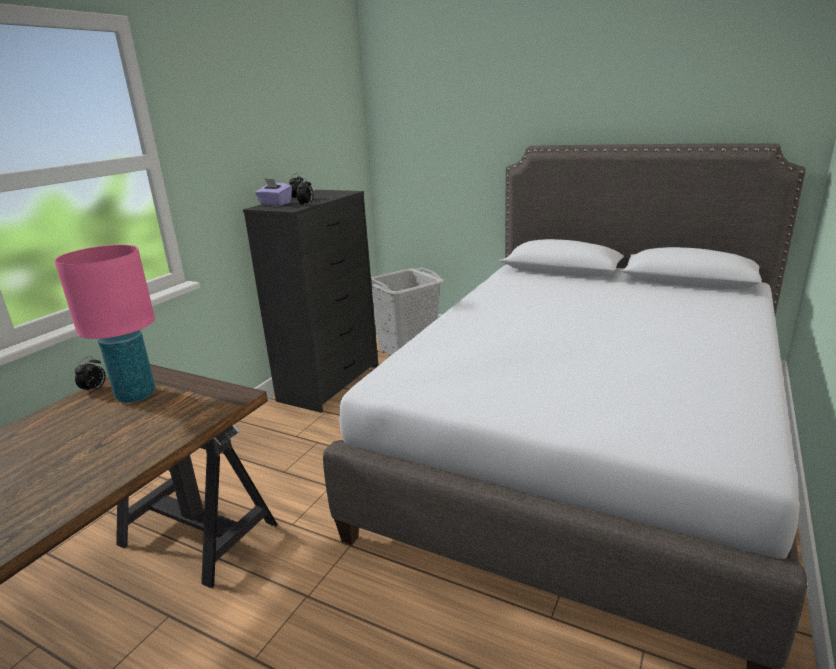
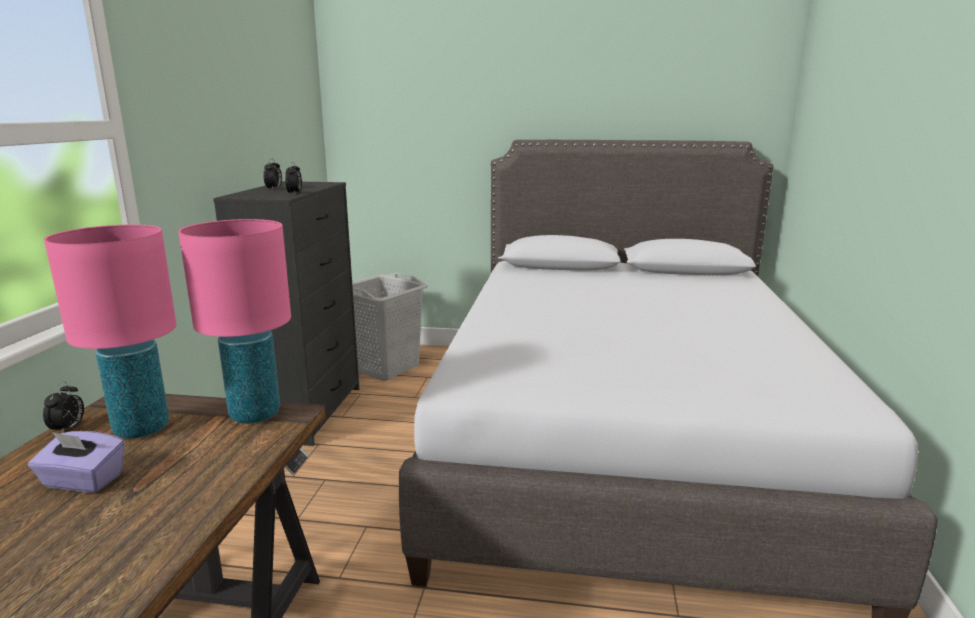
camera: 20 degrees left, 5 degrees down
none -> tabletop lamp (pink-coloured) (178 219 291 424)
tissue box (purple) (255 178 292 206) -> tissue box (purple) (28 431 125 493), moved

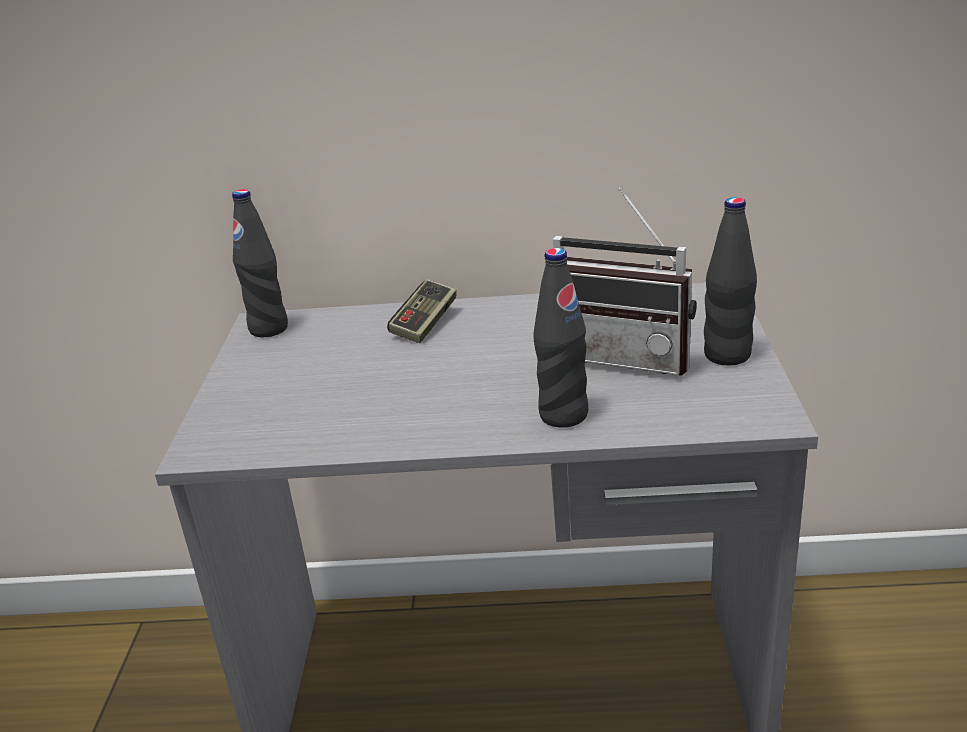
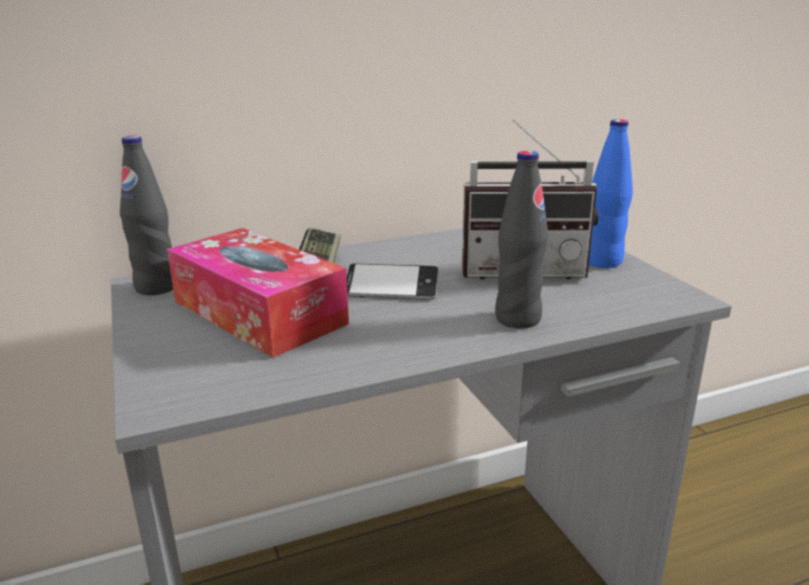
camera: 25 degrees left, 5 degrees down
none -> tissue box (167 228 349 358)
none -> telephone (347 263 439 300)
drink bottle (black) (704 197 757 365) -> drink bottle (blue-coloured) (589 119 633 268)

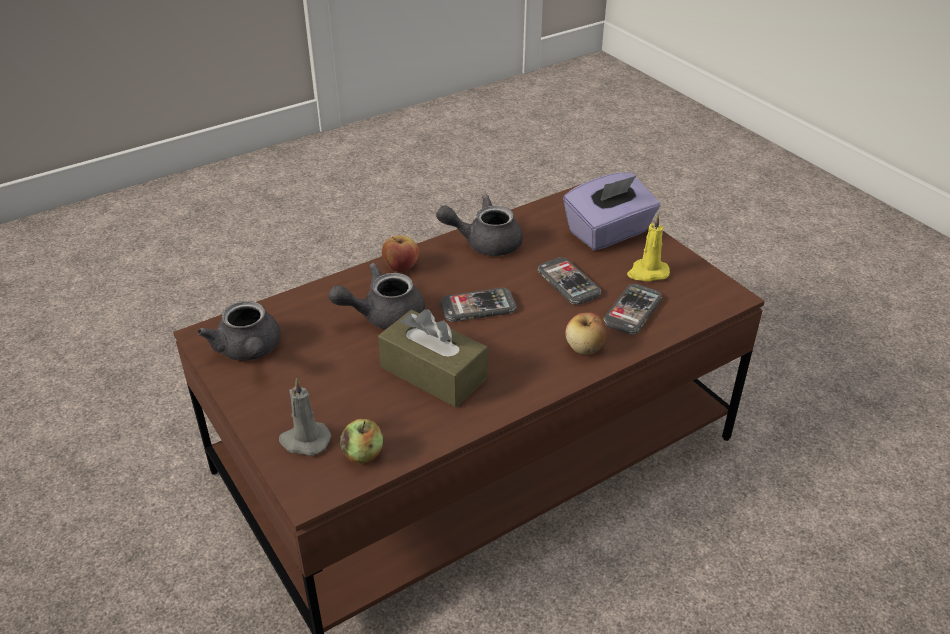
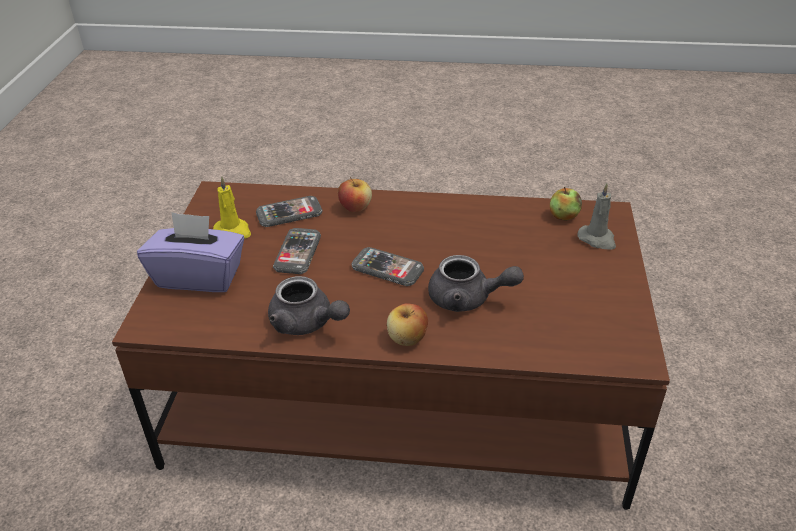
camera: 140 degrees left, 0 degrees up
teapot (grey) (197 301 281 361) -> none
tissue box (brownish) (378 309 488 407) -> none

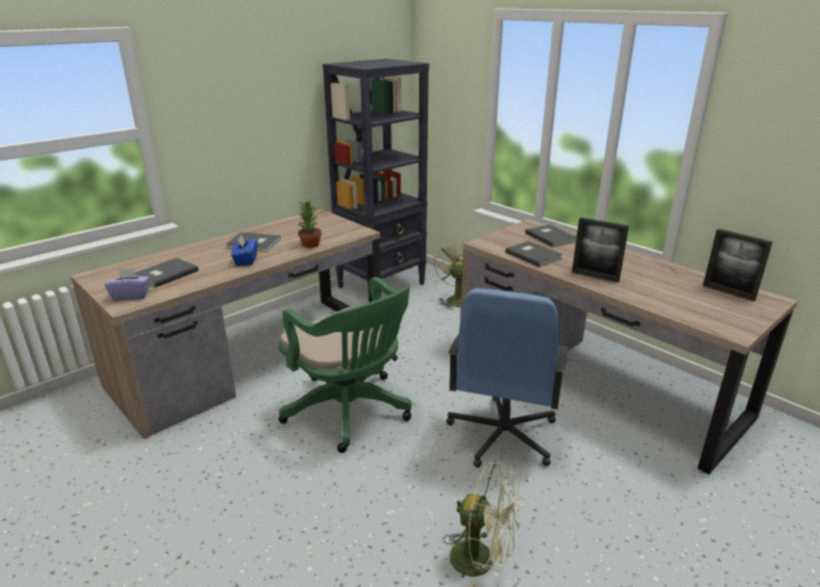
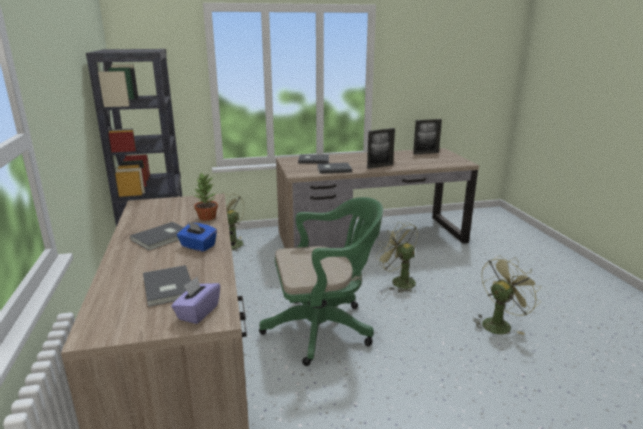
camera: 60 degrees left, 5 degrees down
desk chair (blue-coloured) (446 288 568 468) -> fan (green) (376 222 418 293)

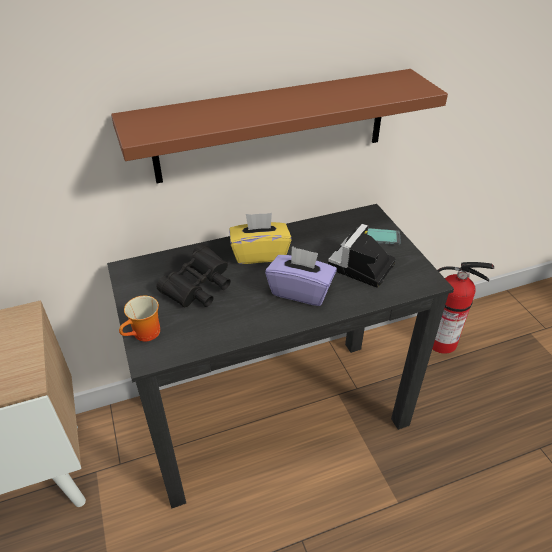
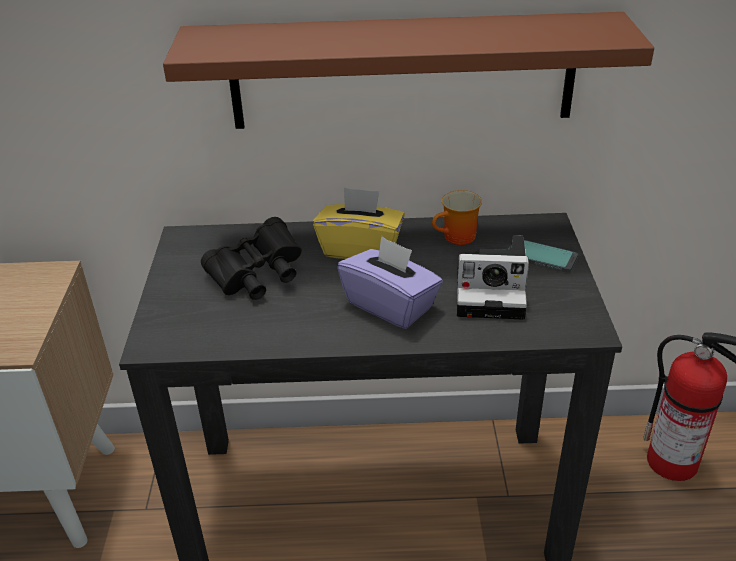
camera: 20 degrees right, 5 degrees down
tea mug (119 296 160 342) -> tea mug (432 190 482 245), moved
photo camera (328 224 395 288) -> photo camera (457 235 529 320), 135 degrees counterclockwise

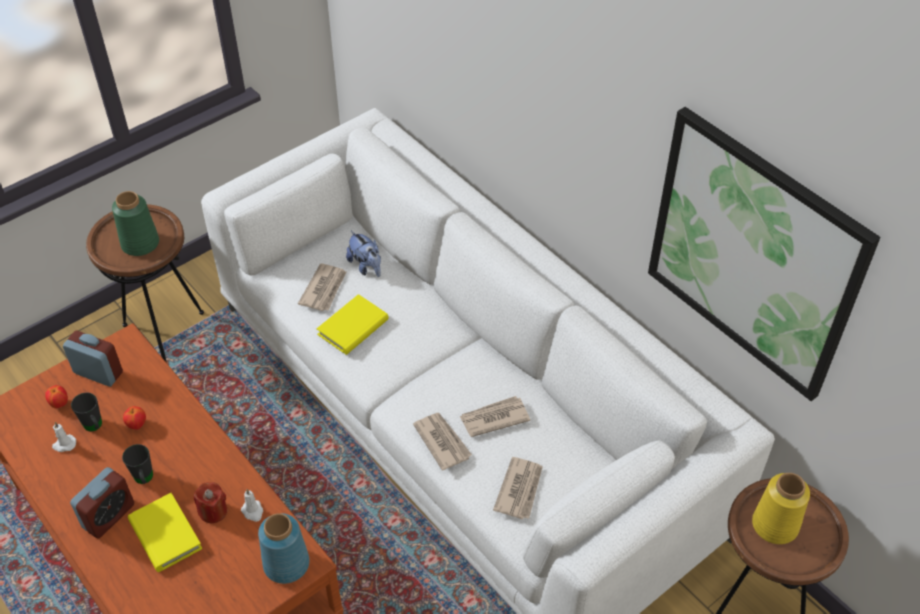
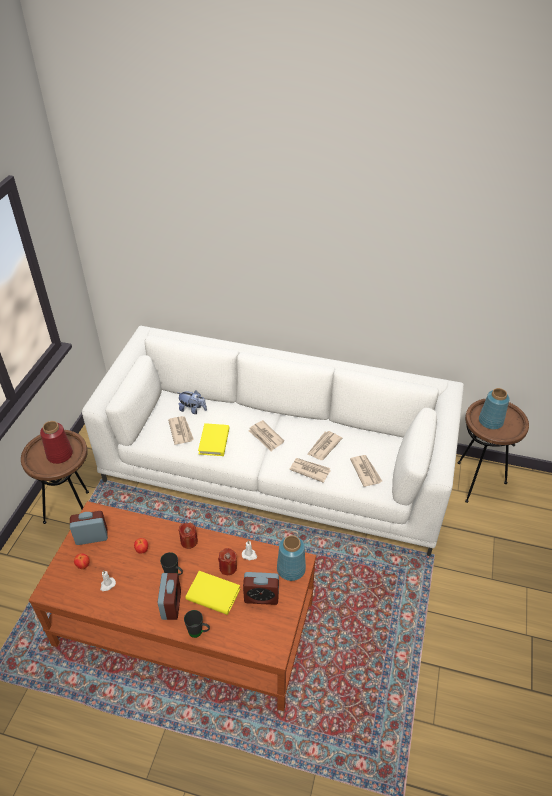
camera: 35 degrees left, 5 degrees down
picture (648 107 881 401) -> none
none -> wax candle (reddish) (179 522 198 549)
none -> bedside clock (243 572 279 605)
none -> daily paper (248 420 284 451)
tea mug (black) (71 392 102 431) -> tea mug (black) (184 610 210 638), moved
decorative vase (green) (112 191 159 256) -> decorative vase (reddish) (40 421 73 464)
decorative vase (yellow-coloured) (752 473 810 544) -> decorative vase (blue-coloured) (479 388 510 430)

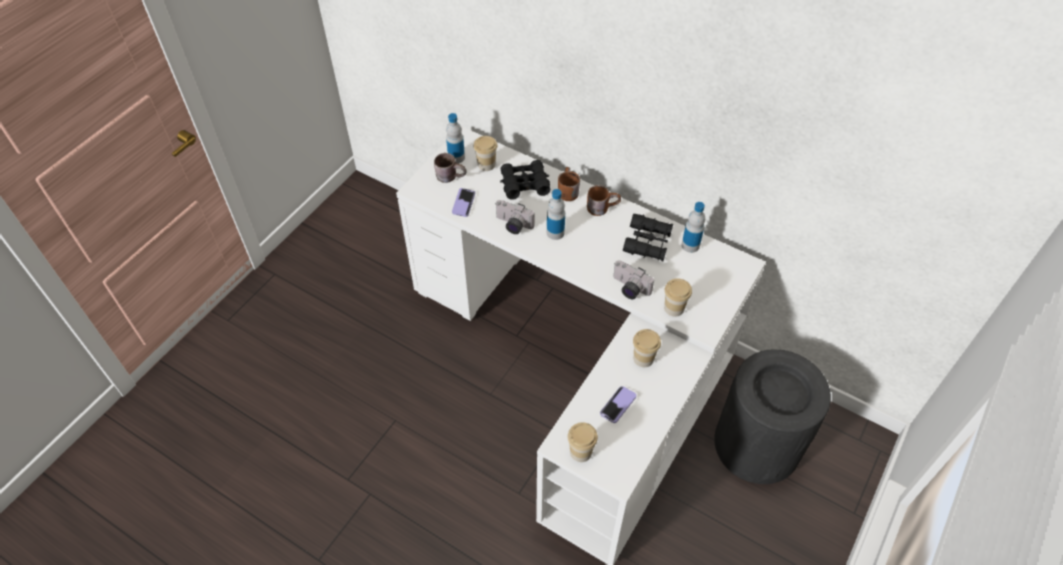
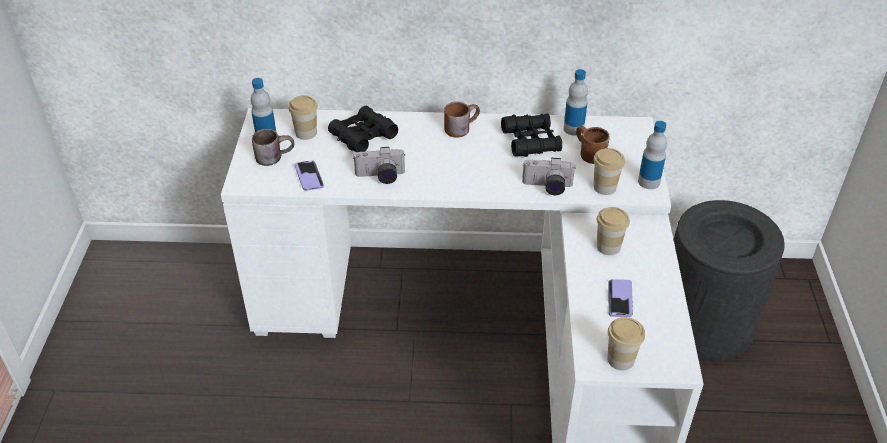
camera: 30 degrees left, 10 degrees down
drink bottle (547 189 565 240) -> drink bottle (638 121 667 189), moved
tea mug (brownish) (558 167 580 201) -> tea mug (brownish) (576 126 610 164), moved

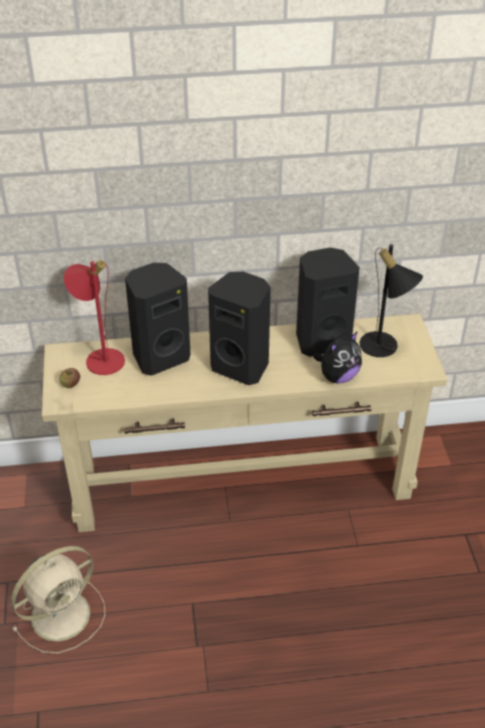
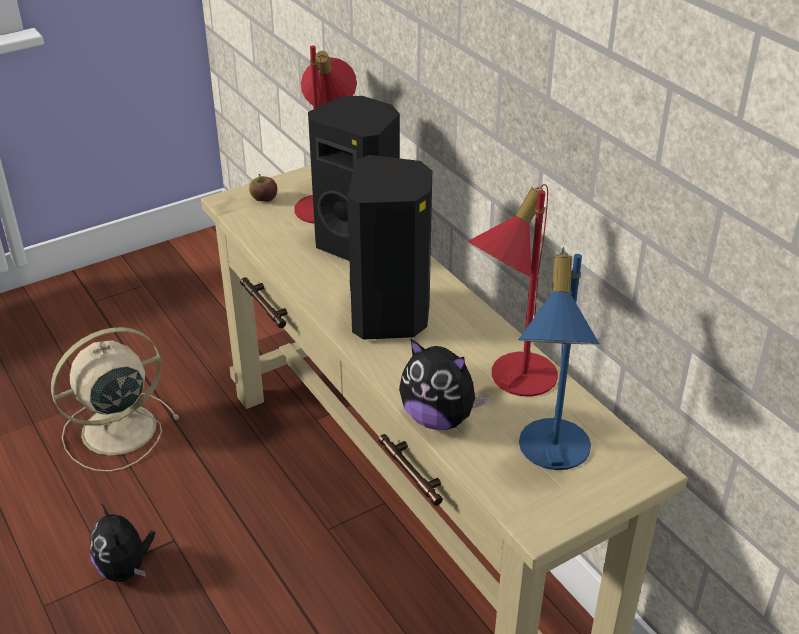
camera: 65 degrees right, 5 degrees down
none -> cuddly toy (89 503 155 582)
speaker (black) (296 248 360 357) -> tabletop lamp (reddish) (469 184 558 397)
tabletop lamp (black) (359 244 423 357) -> tabletop lamp (blue-coloured) (518 247 599 470)
fan (beige-coloured) (11 546 106 653) -> fan (beige-coloured) (51 327 180 472), 120 degrees clockwise

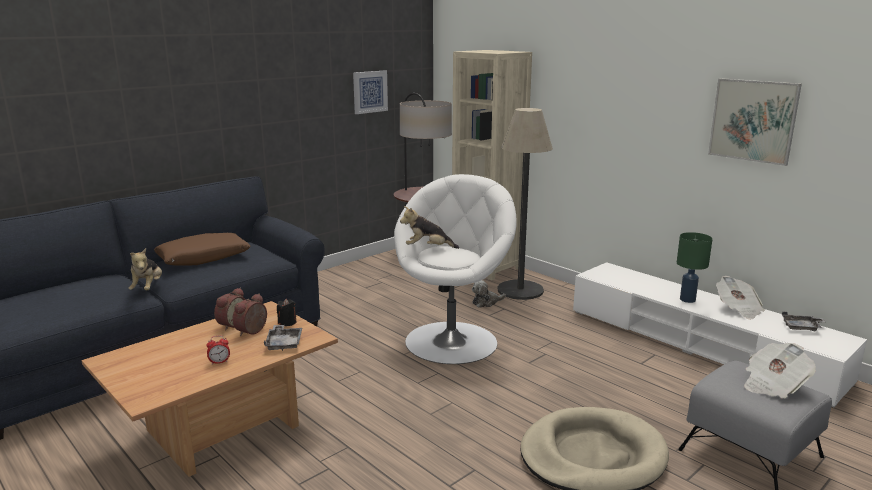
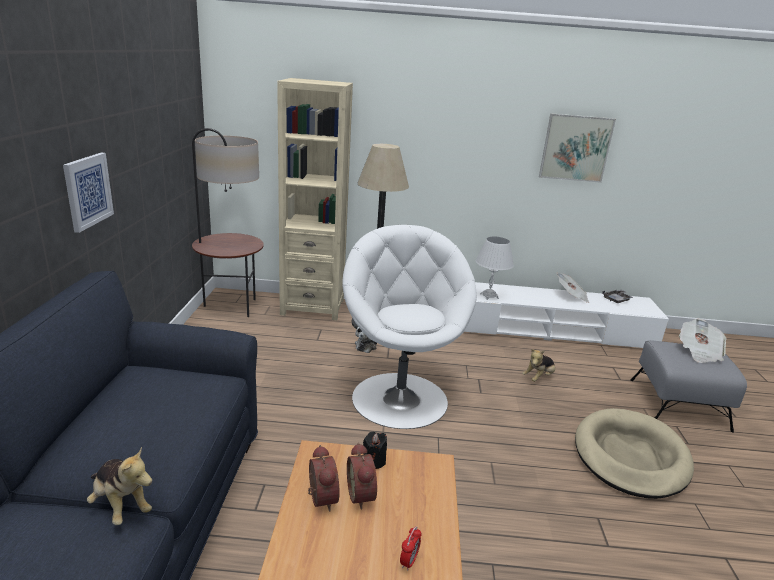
camera: 45 degrees left, 5 degrees up
throw pillow (brownish) (154 233 251 266) -> none
tray (grey) (264 325 302 351) -> none
tabletop lamp (green) (677 232 713 303) -> none
none -> tabletop lamp (white-coloured) (476 237 514 300)
picture (353 70 388 114) -> picture (63 153 114 233), moved
cuddly toy (400 206 459 249) -> cuddly toy (522 349 555 382), moved

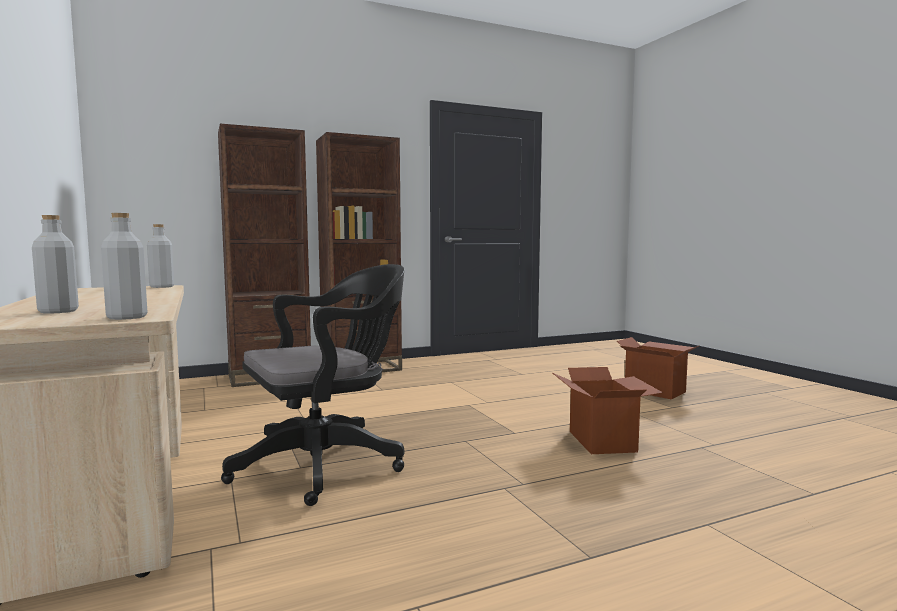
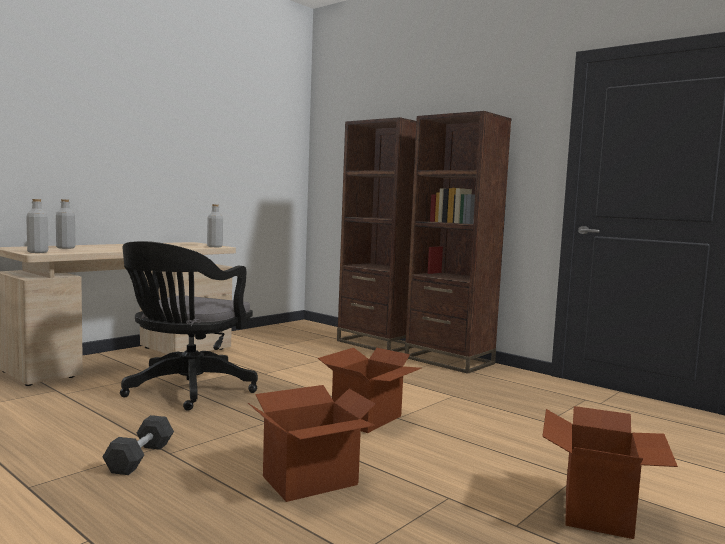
camera: 65 degrees right, 0 degrees up
none -> free weight (grey) (103 415 174 475)
none -> packing box (318 348 421 433)
desk chair (black) (221 264 405 506) -> desk chair (black) (120 241 258 411), 75 degrees clockwise

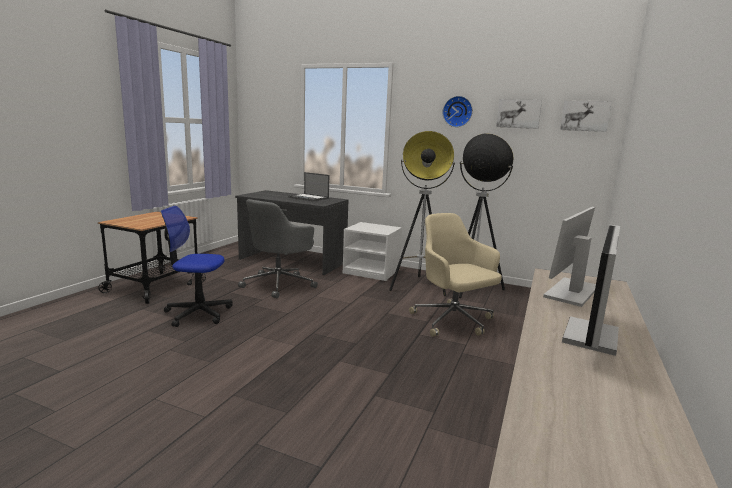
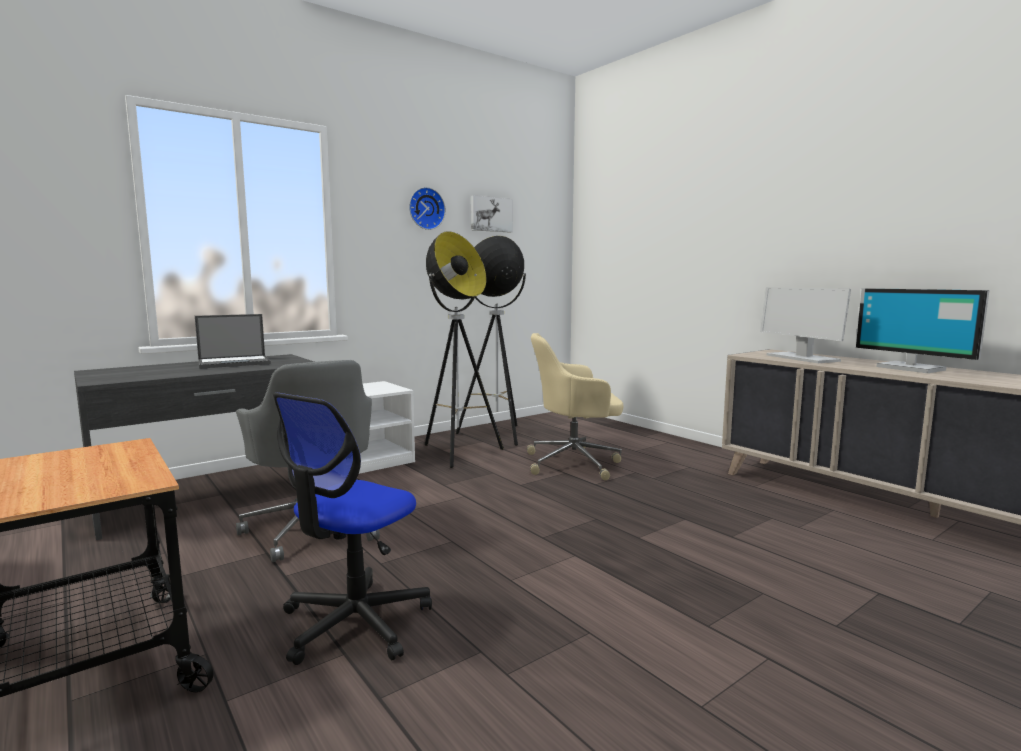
camera: 60 degrees left, 5 degrees down
picture (560 100 612 132) -> none

